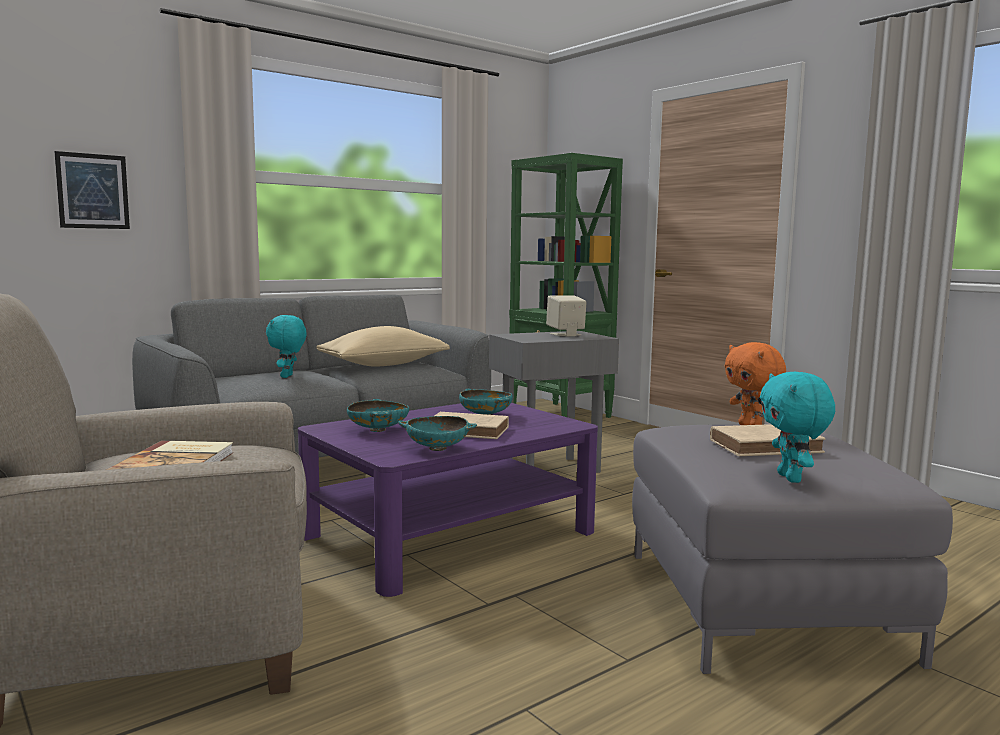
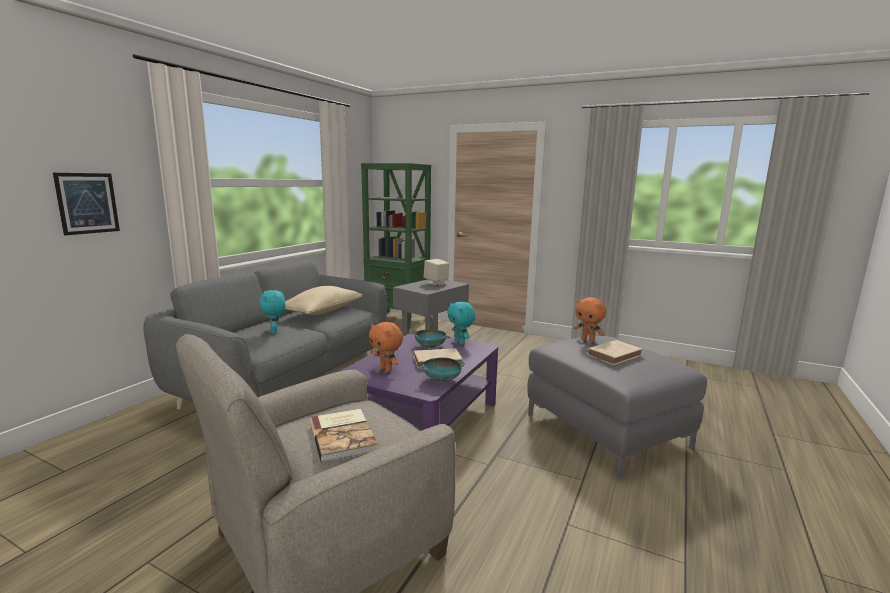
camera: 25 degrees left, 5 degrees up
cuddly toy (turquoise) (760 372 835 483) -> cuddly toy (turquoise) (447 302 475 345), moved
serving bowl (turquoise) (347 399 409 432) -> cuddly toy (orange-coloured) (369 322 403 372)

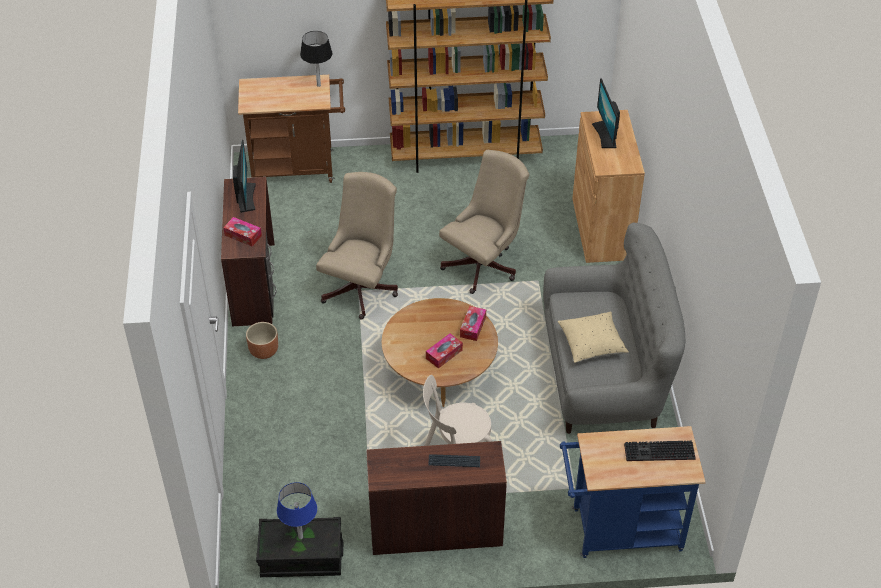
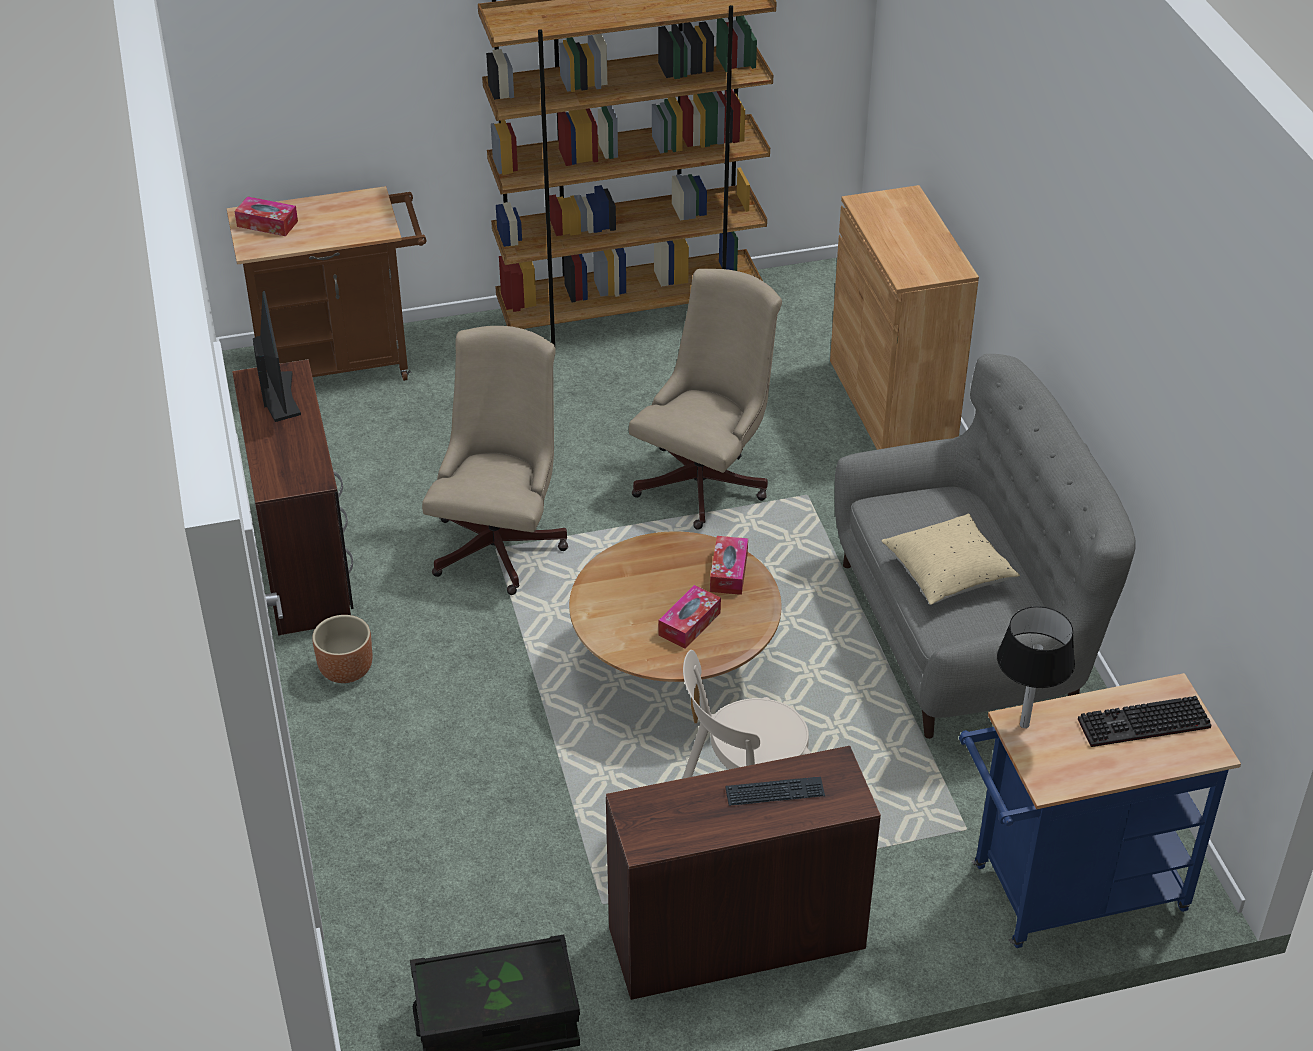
camera: 10 degrees left, 5 degrees down
tabletop lamp (blue-coloured) (277 482 317 539) -> none
monitor (592 78 620 148) -> none
tissue box (223 217 262 246) -> tissue box (235 196 298 236), moved
tabletop lamp (black) (300 31 332 87) -> tabletop lamp (black) (997 606 1075 728), moved

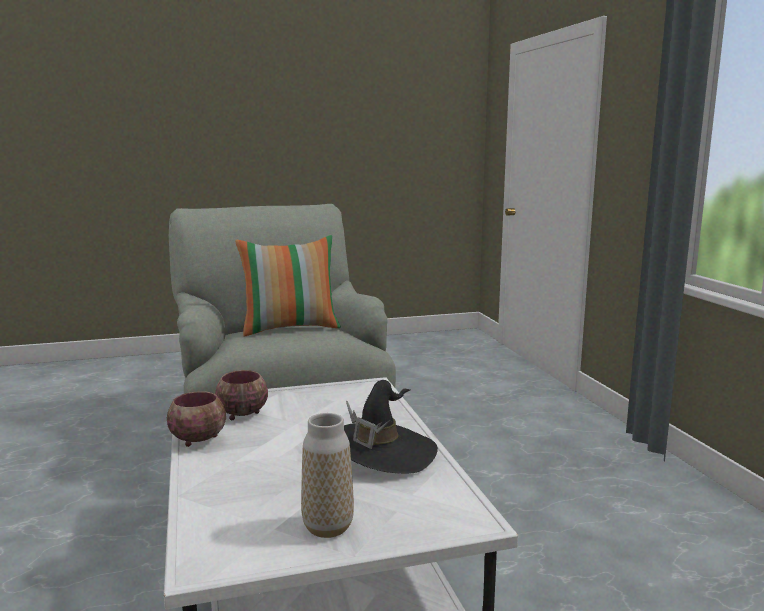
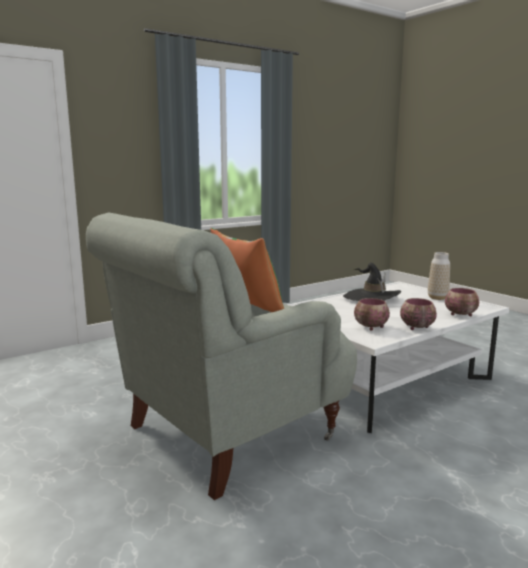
camera: 110 degrees left, 0 degrees up
none -> serving bowl (445 288 479 316)

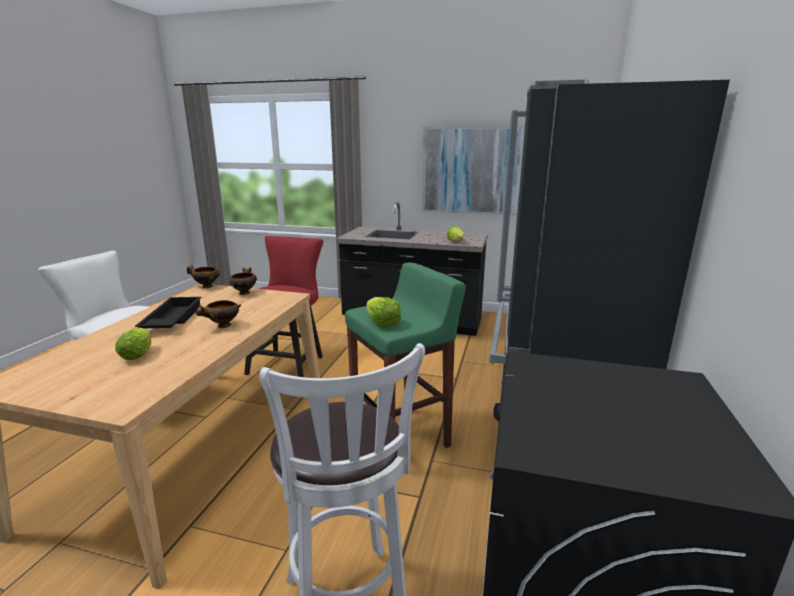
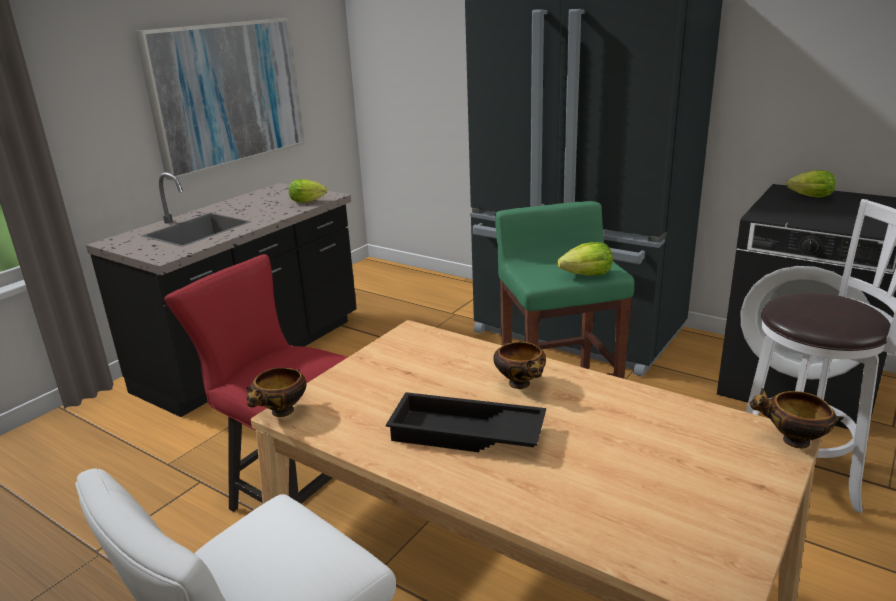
camera: 70 degrees left, 5 degrees up
head of lettuce (115 328 151 360) -> head of lettuce (786 170 836 197), moved
serving bowl (229 268 257 295) -> serving bowl (750 388 844 448), moved

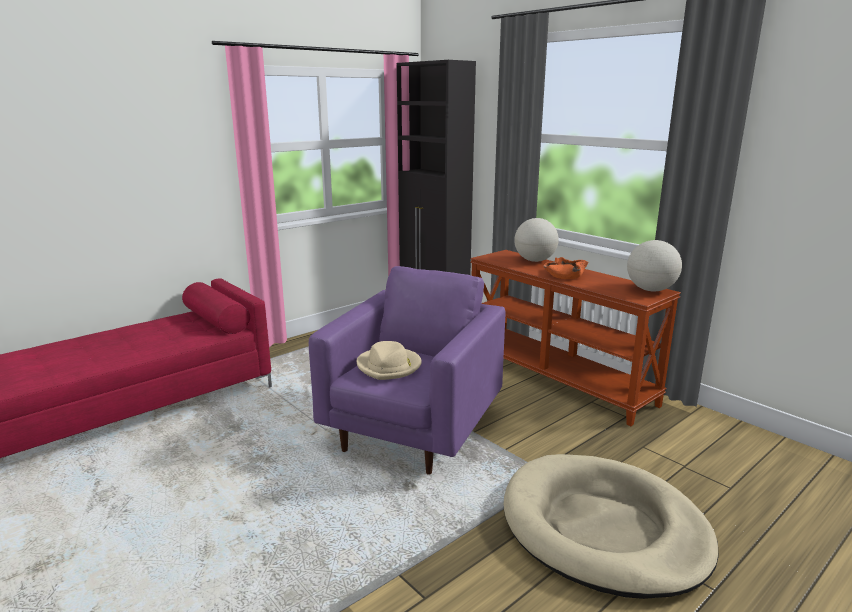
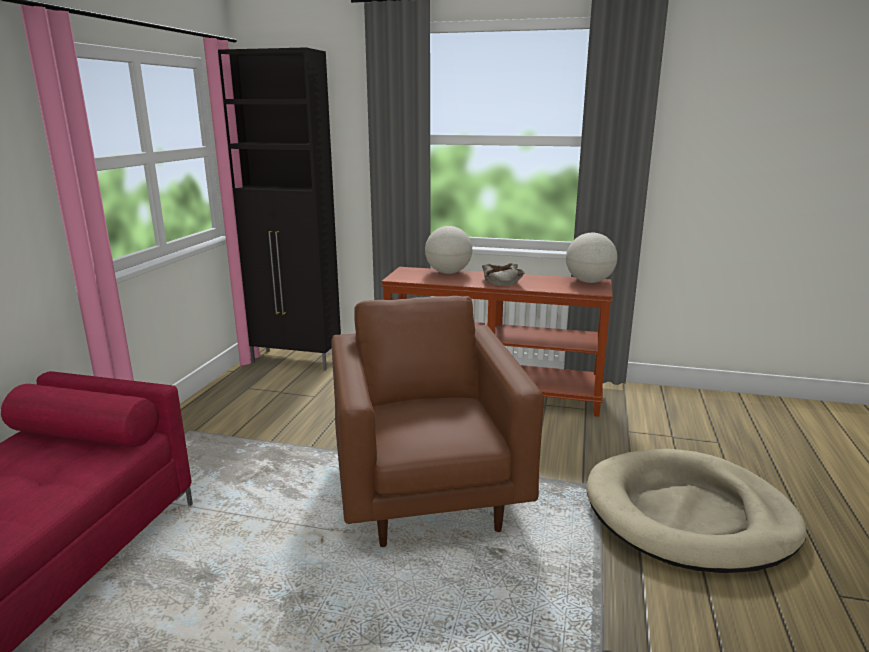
camera: 35 degrees left, 0 degrees up
hat (beige-coloured) (357 341 422 380) -> none
lounge chair (purple) (309 266 505 474) -> lounge chair (brownish) (331 296 544 547)
serving bowl (orange-coloured) (544 257 589 279) -> serving bowl (beige-coloured) (482 263 525 286)

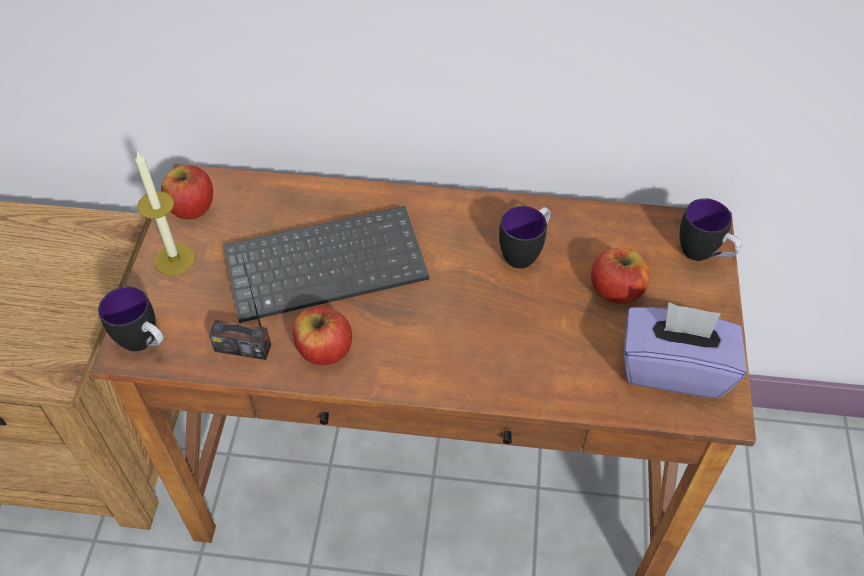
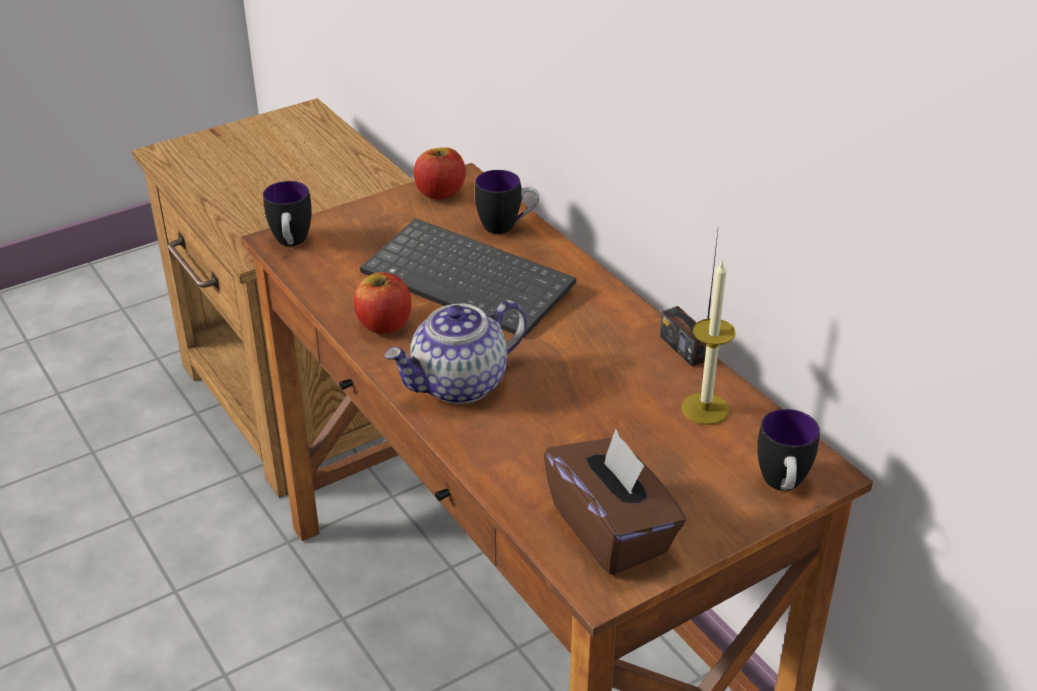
camera: 50 degrees right, 15 degrees down
whole apple (591 248 650 304) -> none
none -> teapot (384 300 527 404)
wax candle (135 152 195 275) -> wax candle (682 259 736 425), moved
radio (209 252 271 360) -> radio (660 231 718 367), moved
tea mug (499 206 551 269) -> tea mug (475 170 539 234), moved
tissue box (purple) (624 302 747 398) -> tissue box (brownish) (544 429 686 575)

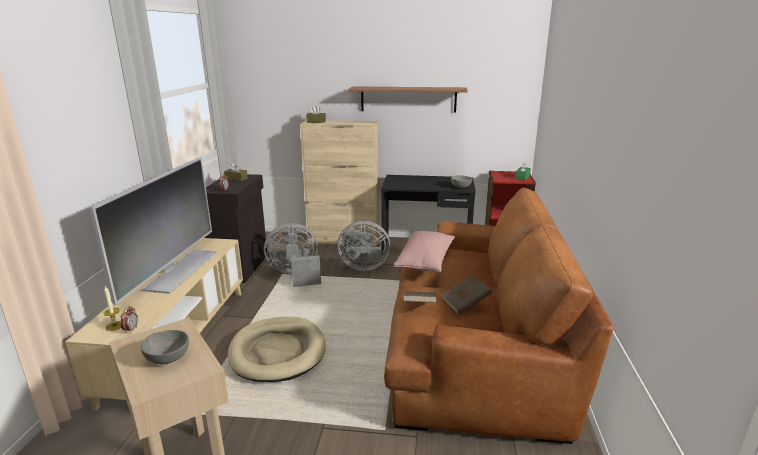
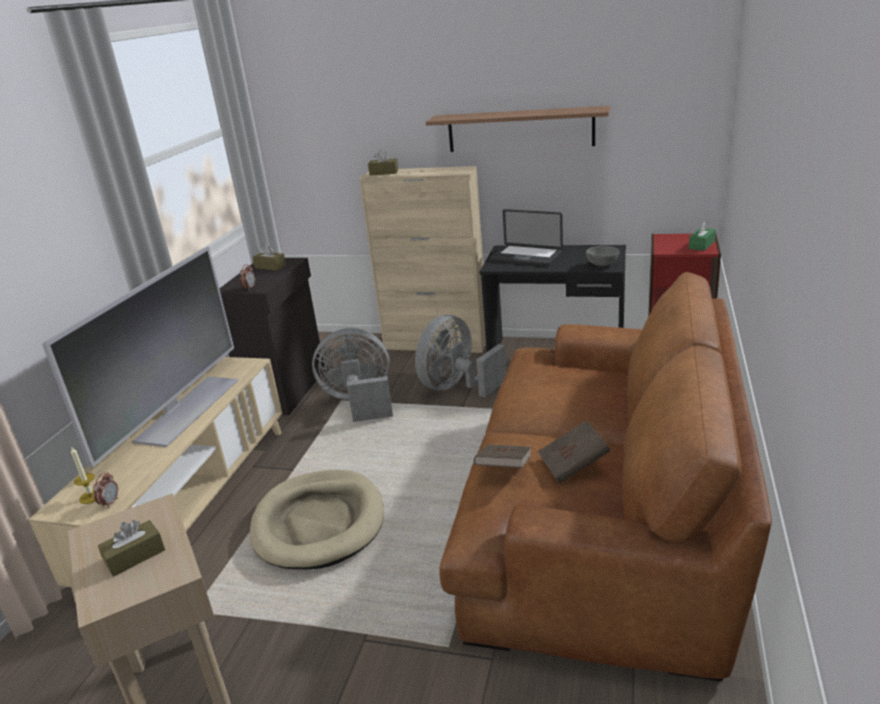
camera: 10 degrees right, 5 degrees up
throw pillow (pink-coloured) (393 231 455 272) -> none
none -> portable computer (490 209 563 266)
serving bowl (grey) (141 330 189 364) -> tissue box (brownish) (98 520 165 577)
fan (grey) (338 221 391 271) -> fan (grey) (415 315 506 397), 120 degrees clockwise

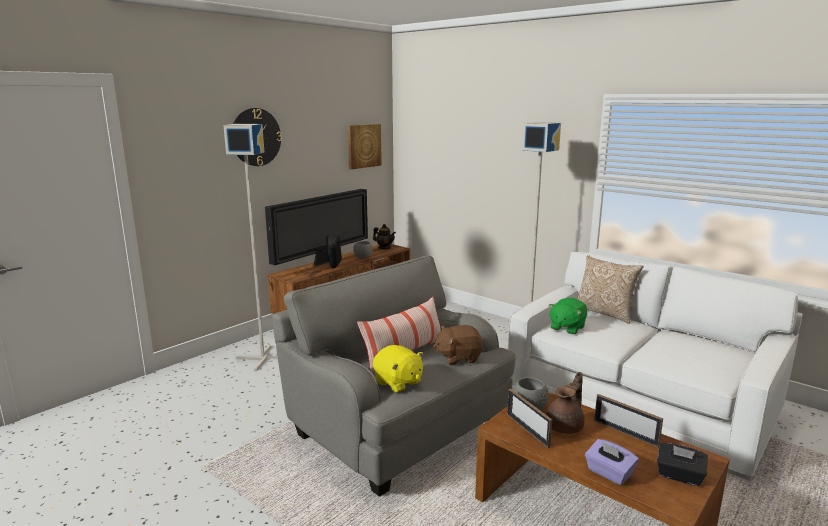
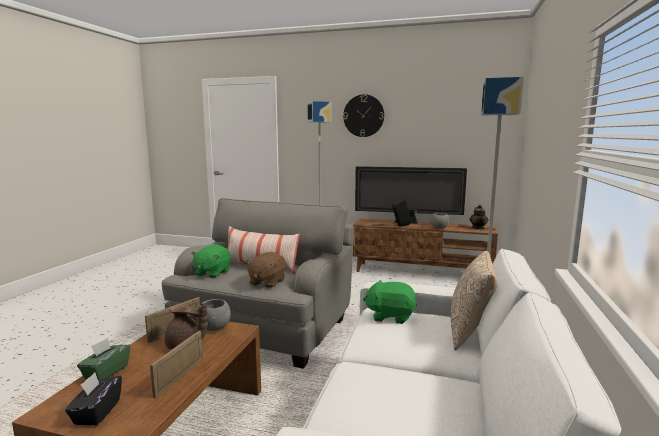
camera: 65 degrees right, 5 degrees down
picture (348 124 382 169) -> none
cuddly toy (yellow-coloured) (373 345 424 393) -> cuddly toy (green) (191 245 231 278)
tissue box (purple) (585 439 639 485) -> tissue box (green) (77 338 130 380)
cuddly toy (brownish) (433 325 483 365) -> cuddly toy (brownish) (246 252 286 288), 120 degrees counterclockwise

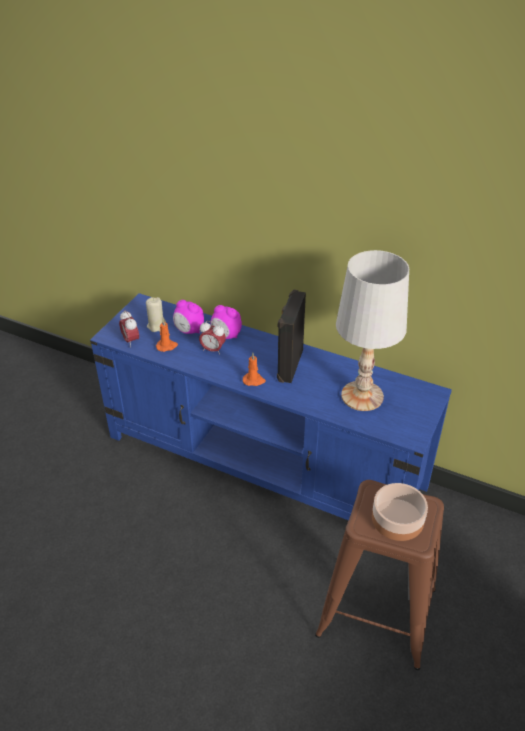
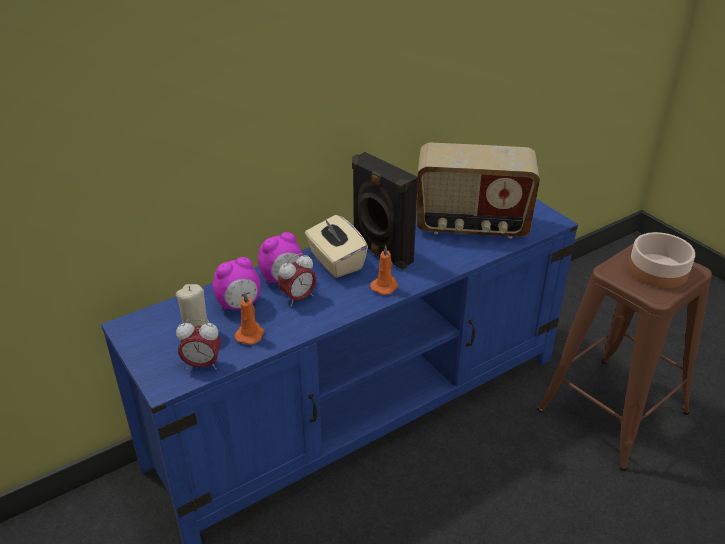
camera: 60 degrees left, 5 degrees down
none -> tissue box (beige-coloured) (305 215 368 278)
tabletop lamp (white-coloured) (336 250 409 411) -> radio (417 142 540 239)

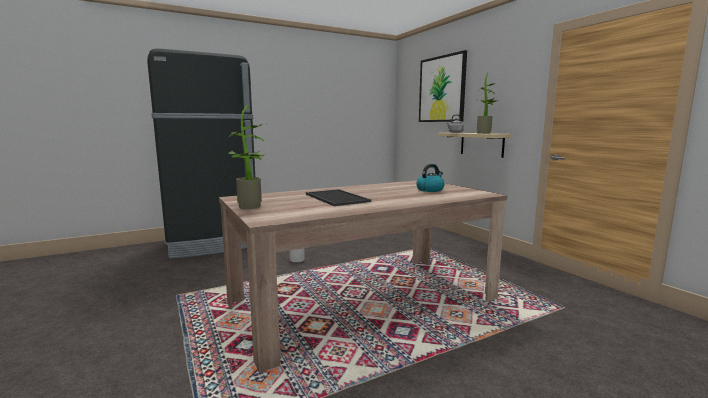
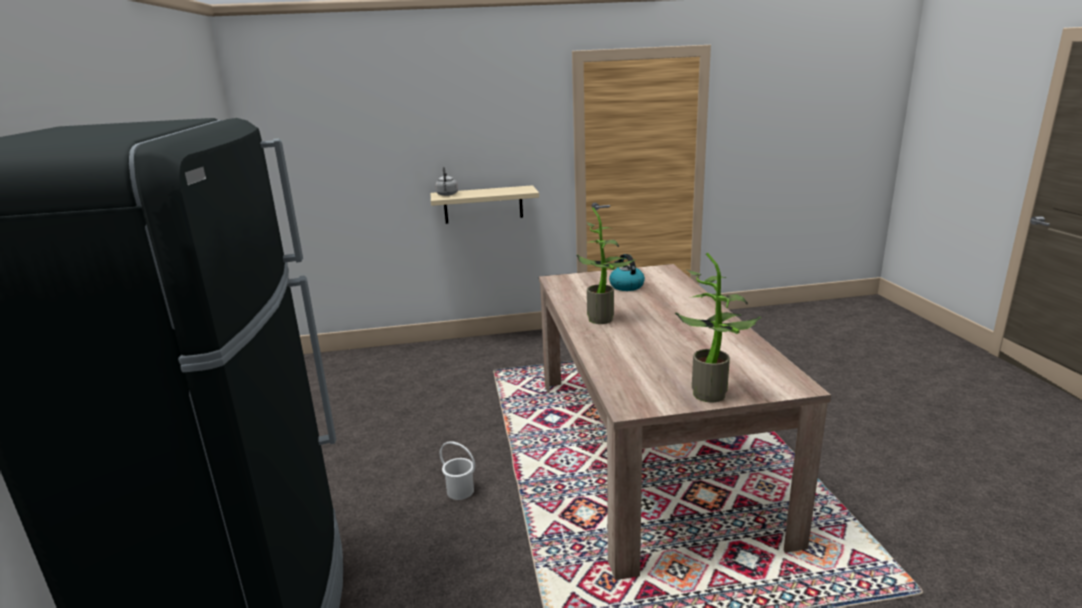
camera: 70 degrees left, 10 degrees up
tray (306 189 371 206) -> none
picture (419 50 467 122) -> none
potted plant (476 72 498 134) -> potted plant (576 207 636 324), moved

